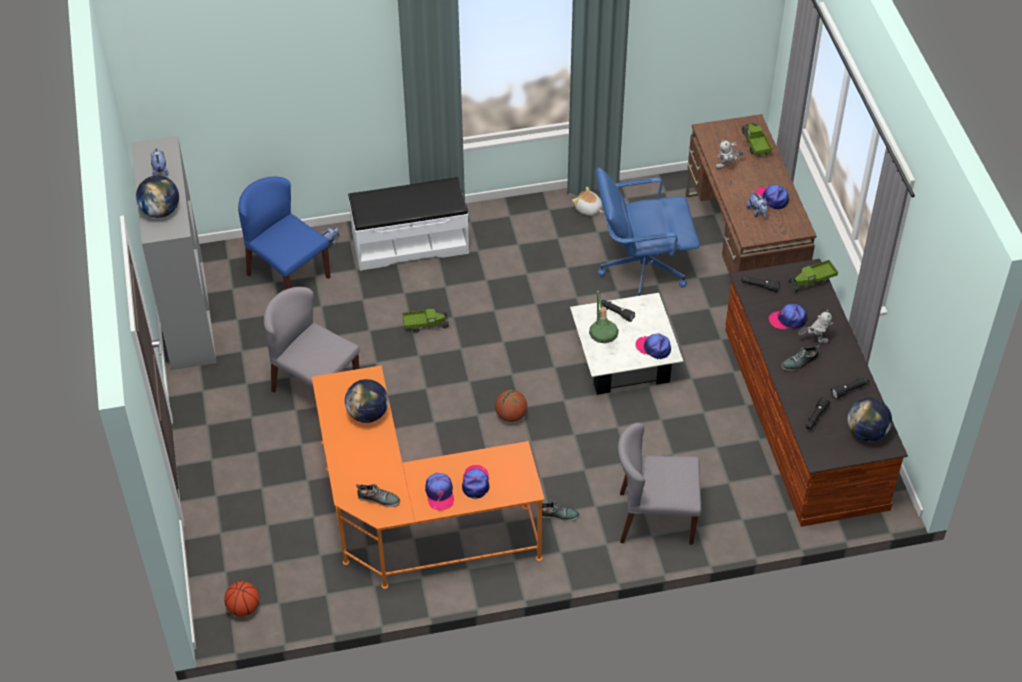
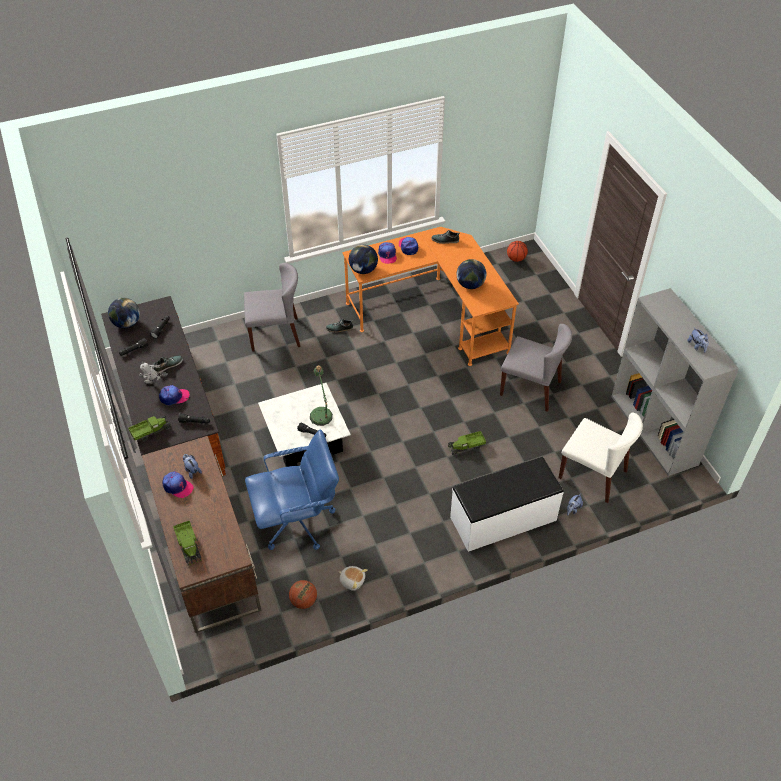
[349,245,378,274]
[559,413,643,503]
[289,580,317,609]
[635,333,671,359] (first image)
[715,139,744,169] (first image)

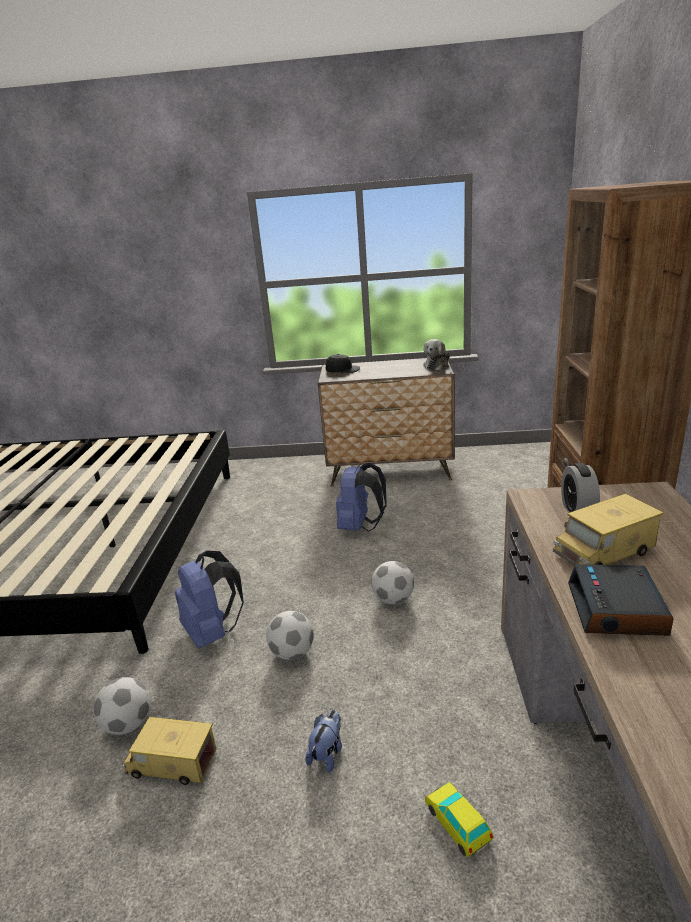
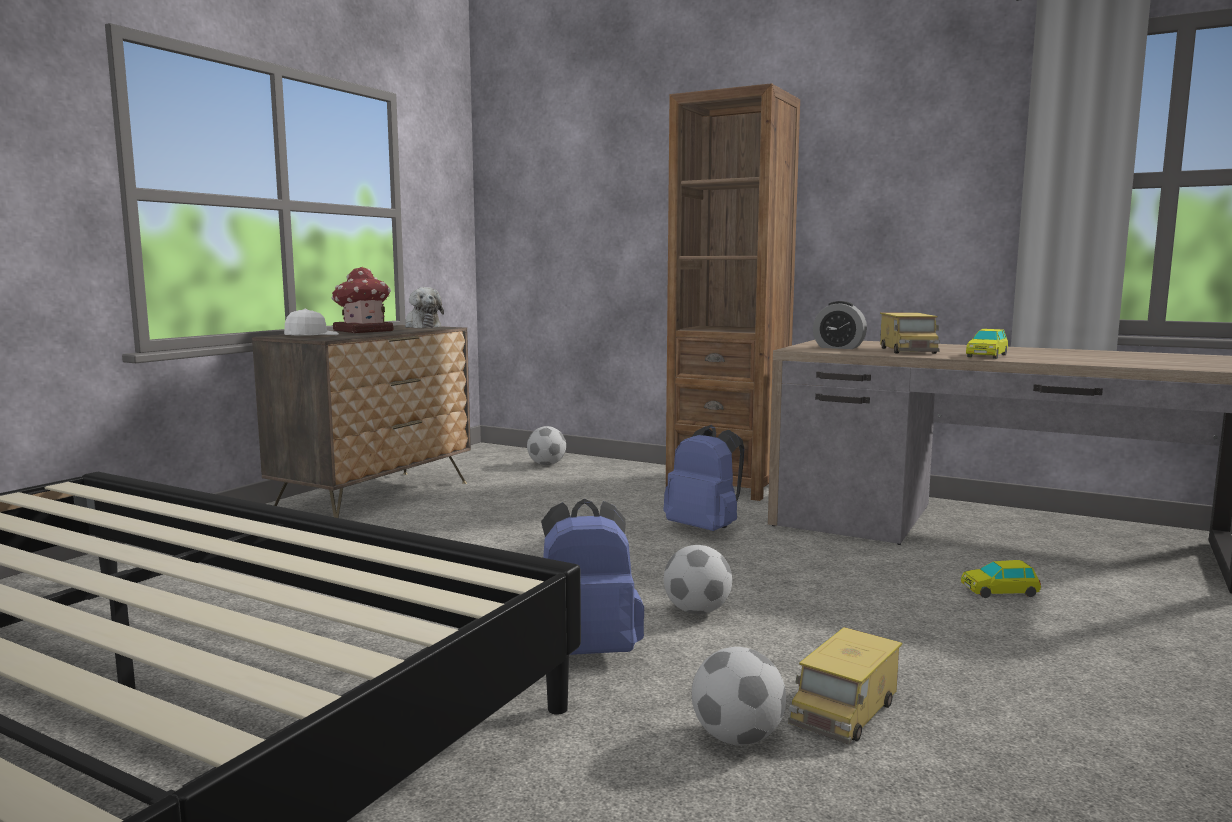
[305,710,342,773] (first image)
[284,309,339,335]
[663,425,744,531]
[527,426,566,465]
[966,329,1008,359]
[332,267,394,333]

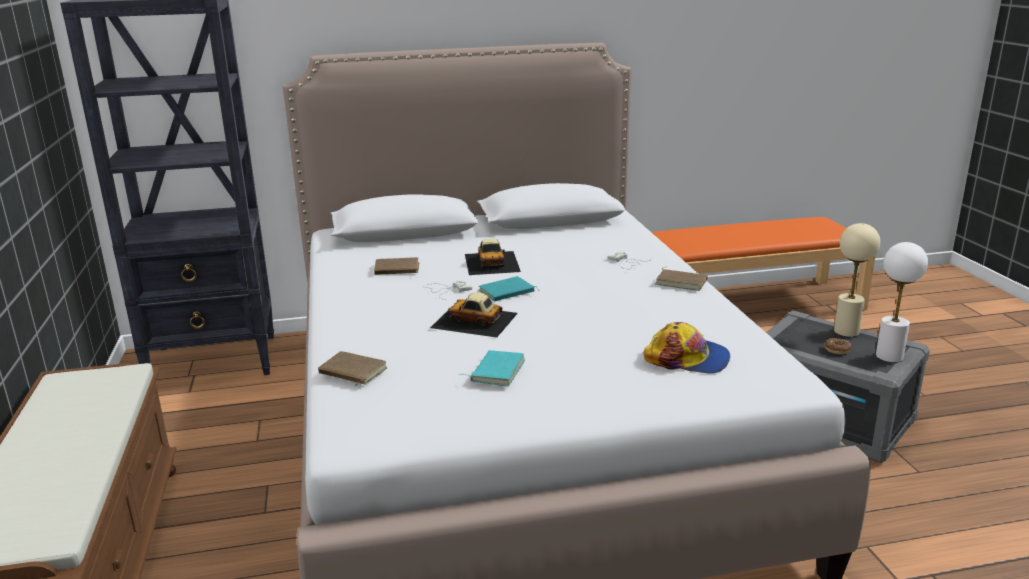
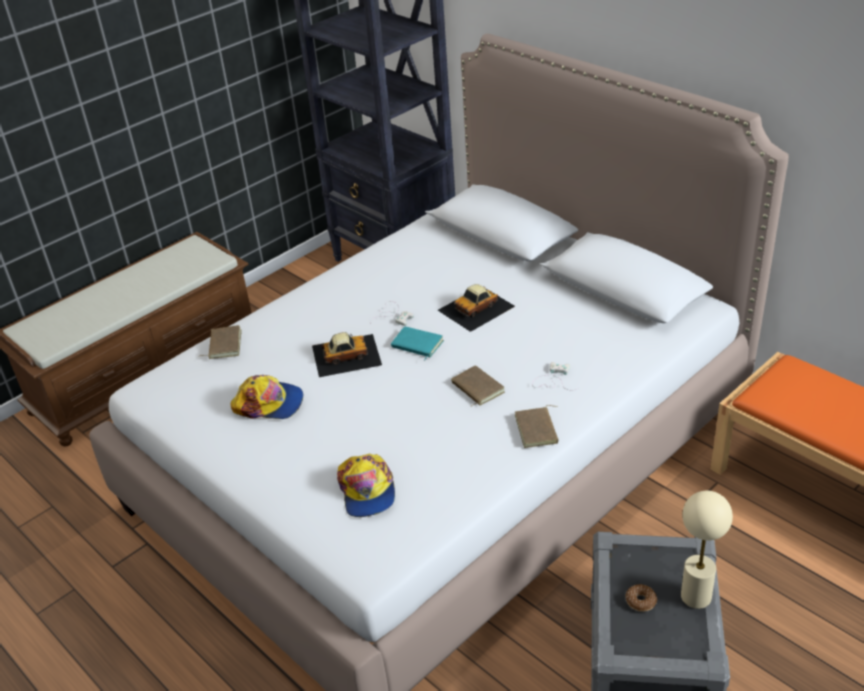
[451,365,505,407]
[312,332,382,377]
[230,375,303,419]
[876,242,928,363] (first image)

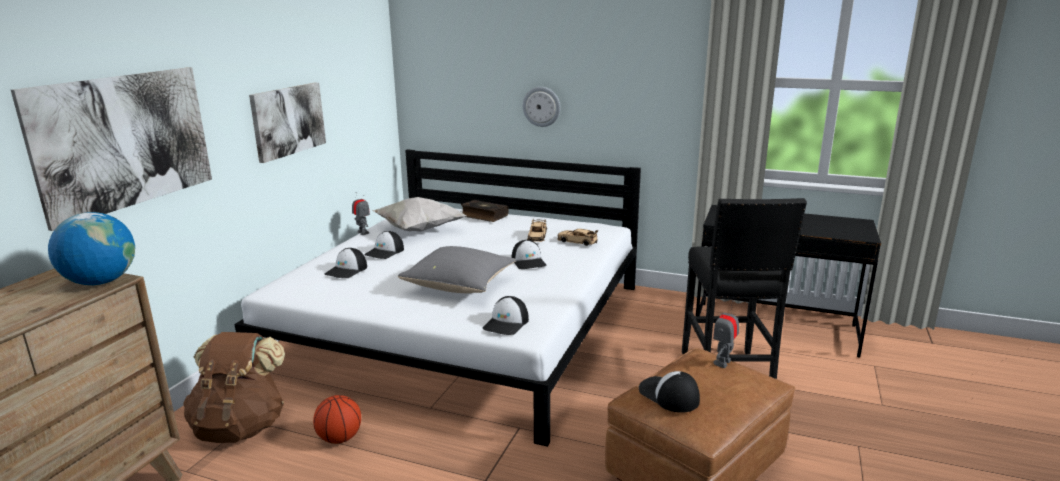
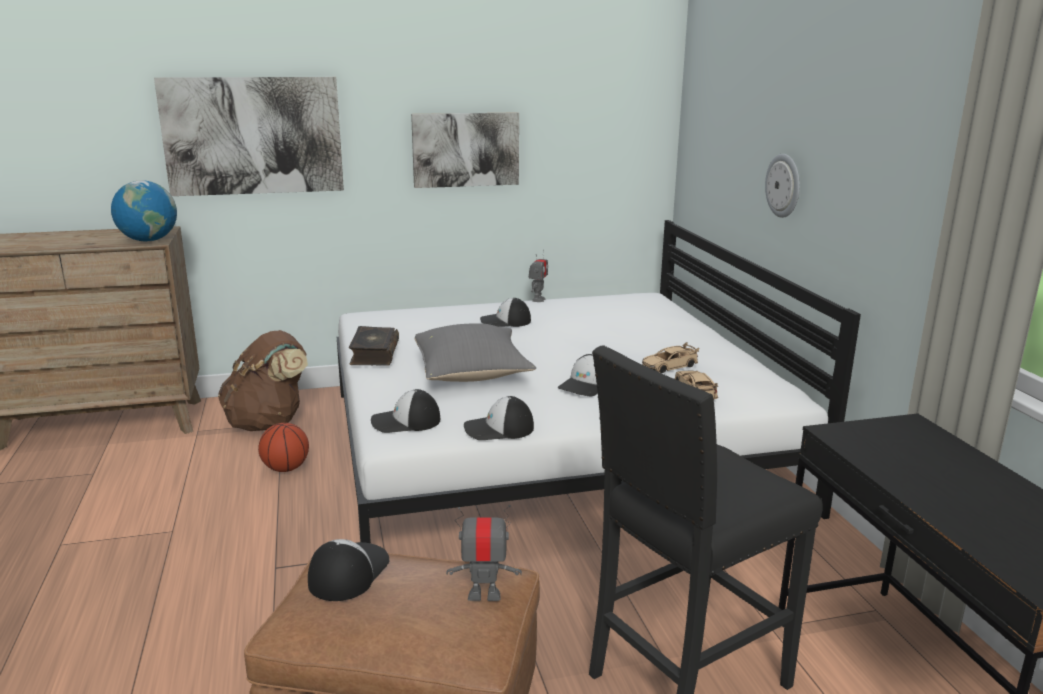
[464,396,534,440]
[372,197,466,232] (first image)
[349,326,399,366]

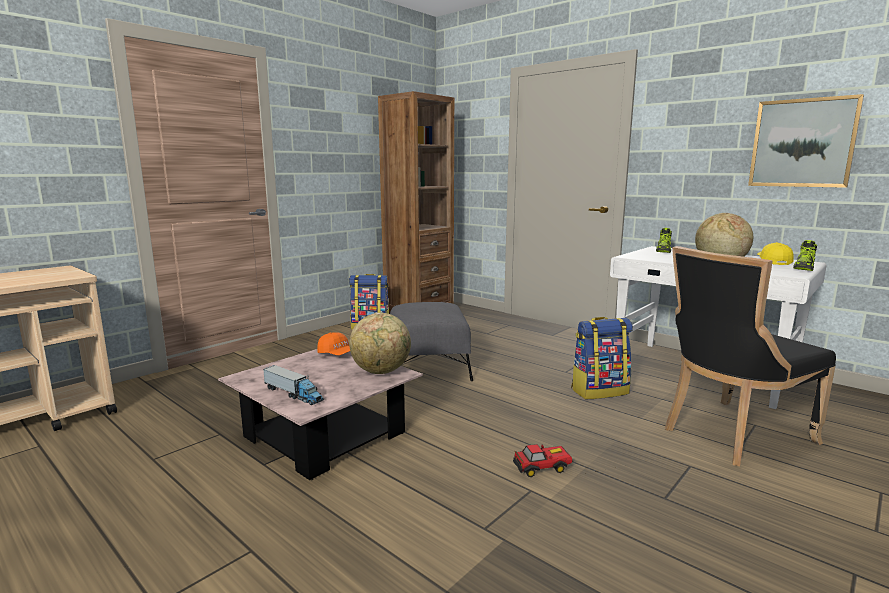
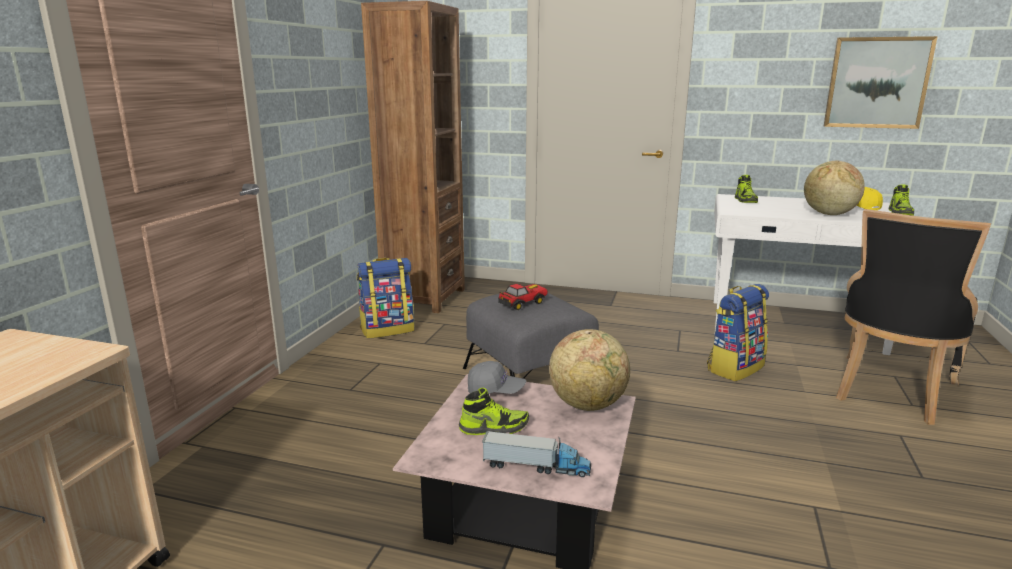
[468,361,526,394]
[498,284,548,310]
[459,388,529,435]

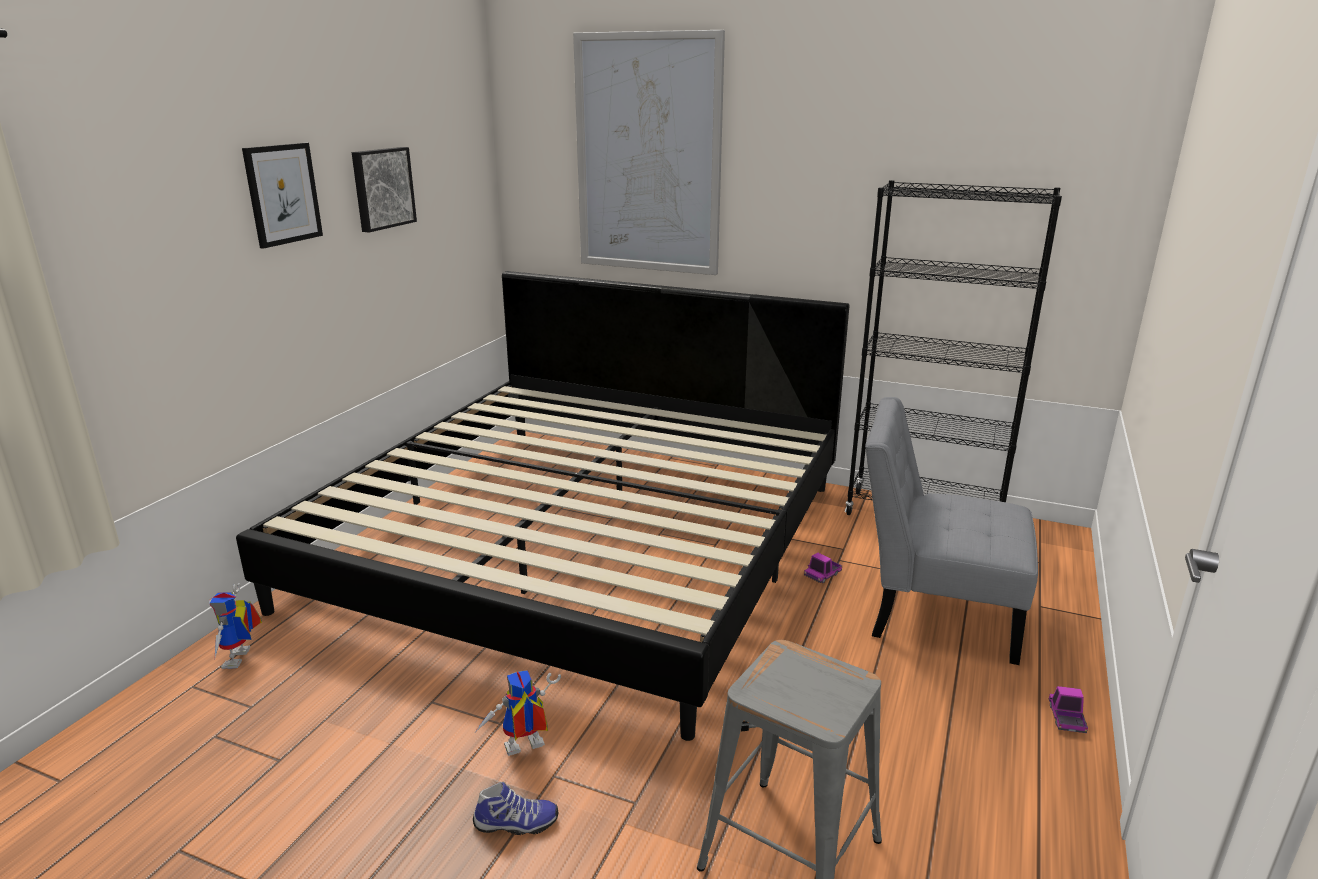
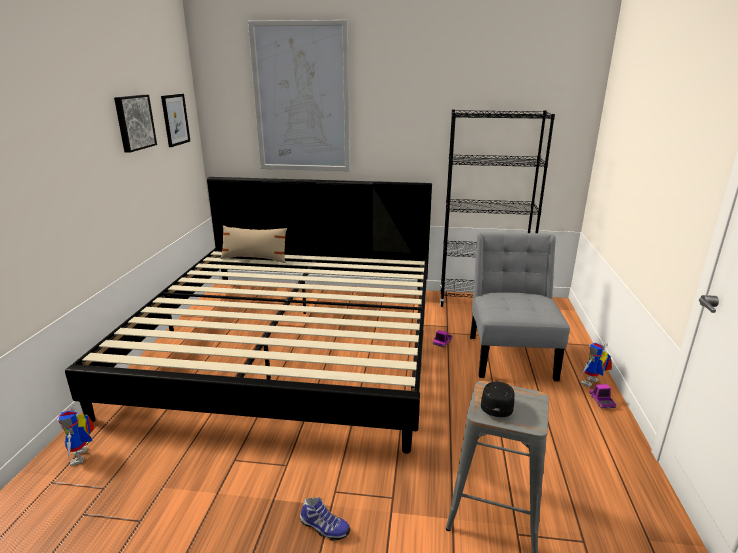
[161,94,190,147]
[300,497,351,541]
[580,342,612,387]
[470,232,570,381]
[220,225,287,263]
[481,382,515,417]

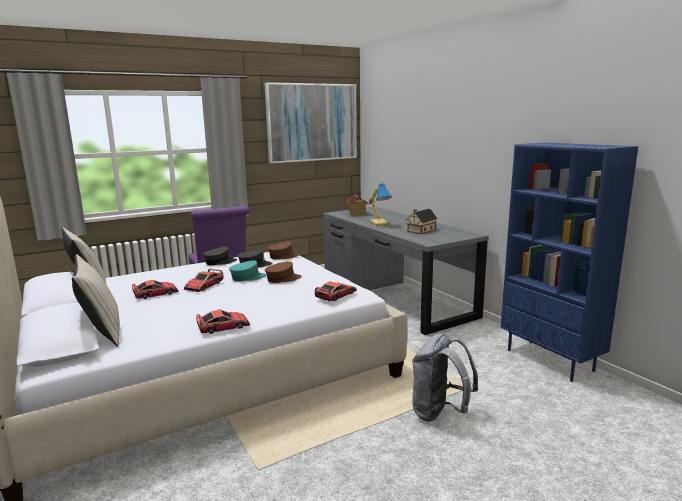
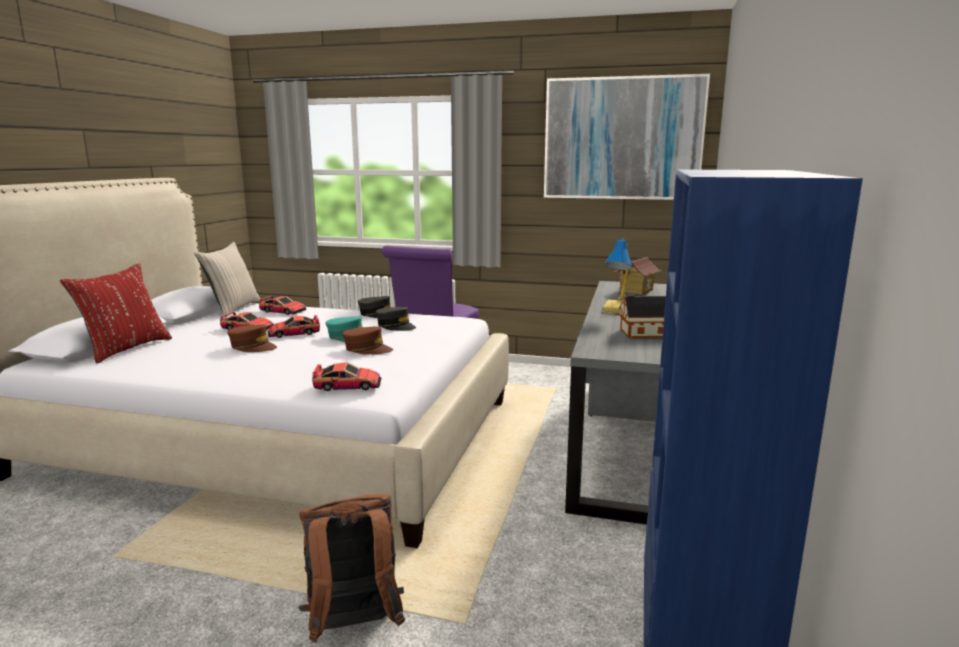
[60,263,172,363]
[259,296,307,315]
[227,325,277,352]
[298,494,405,643]

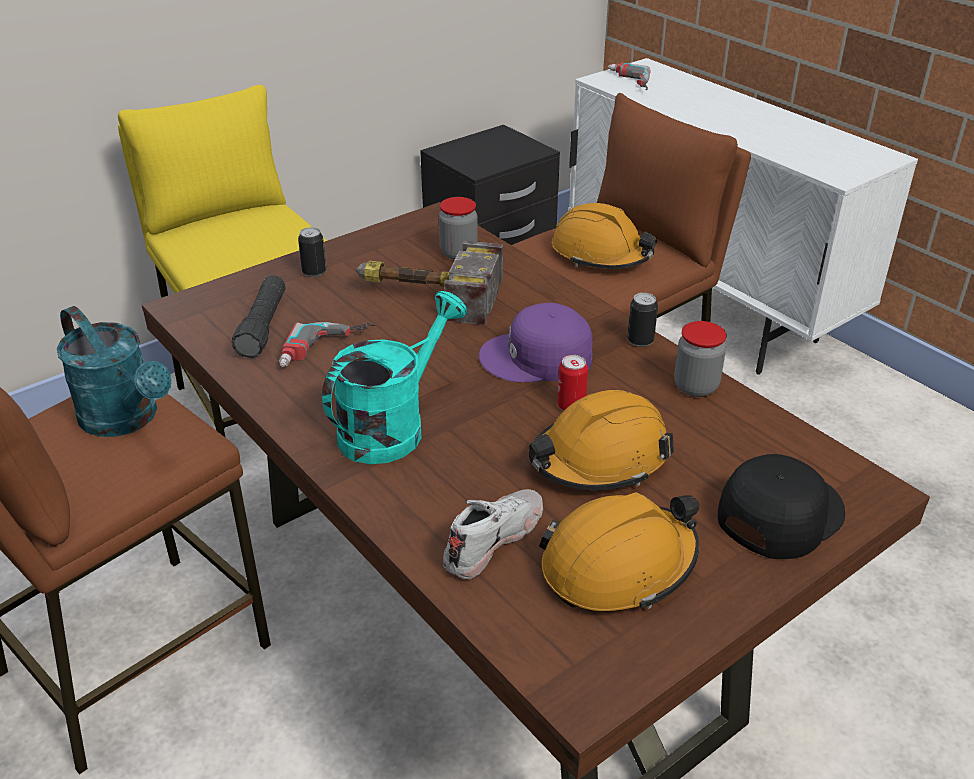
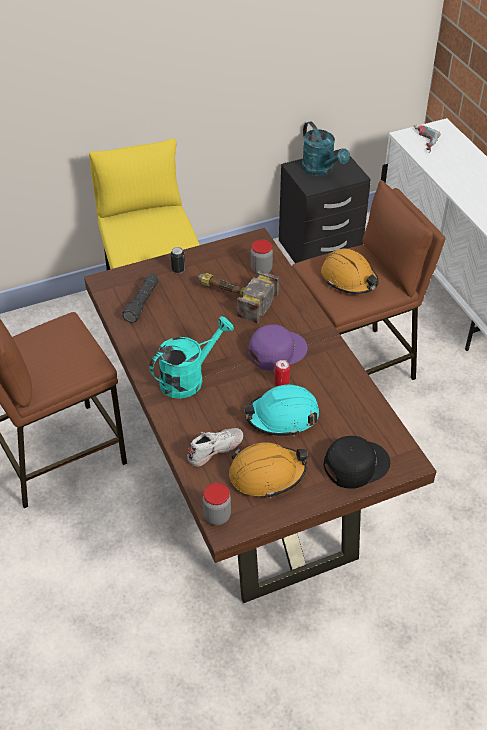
[302,121,350,176]
[279,322,375,367] (first image)
[248,324,308,371]
[244,385,319,436]
[627,293,658,347] (first image)
[203,483,231,525]

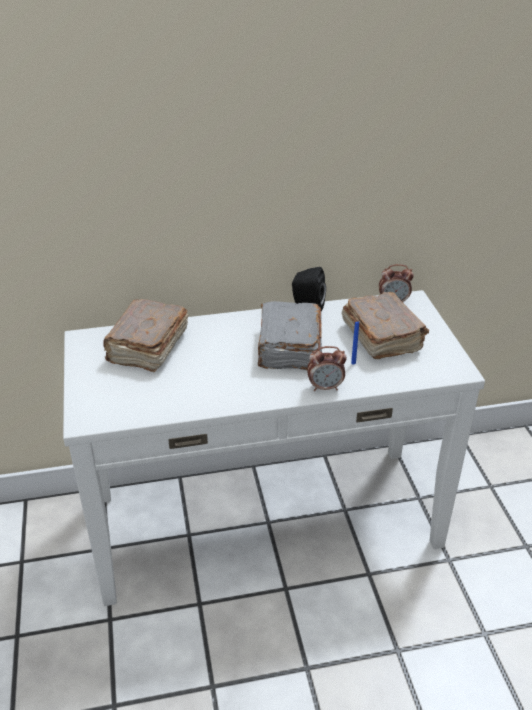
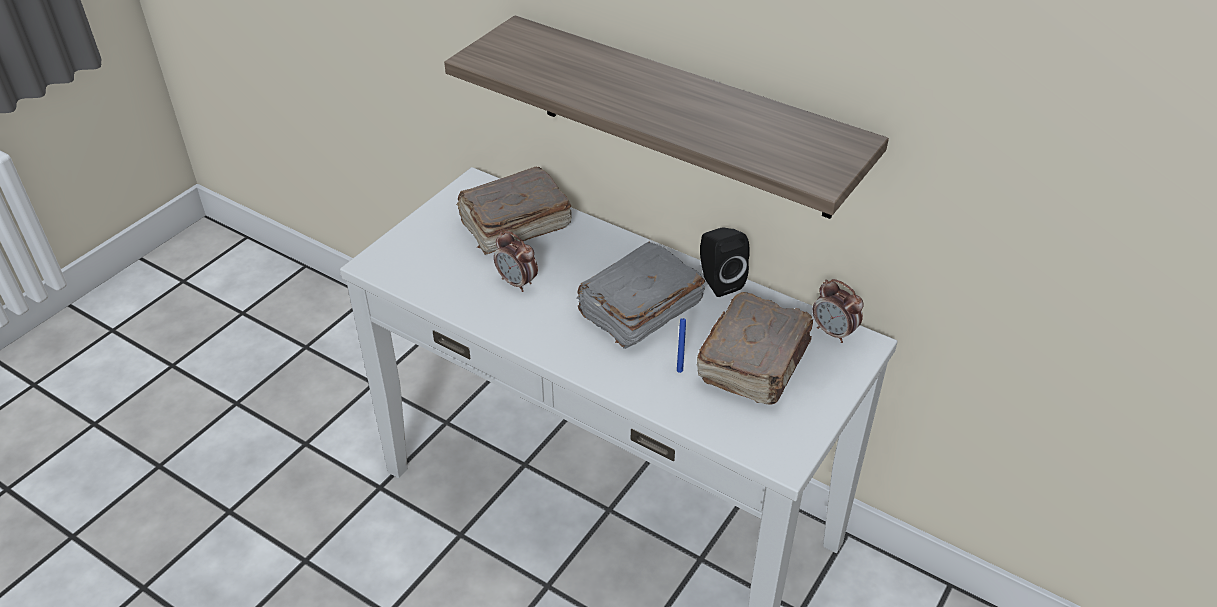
[494,231,538,292]
[444,15,889,219]

